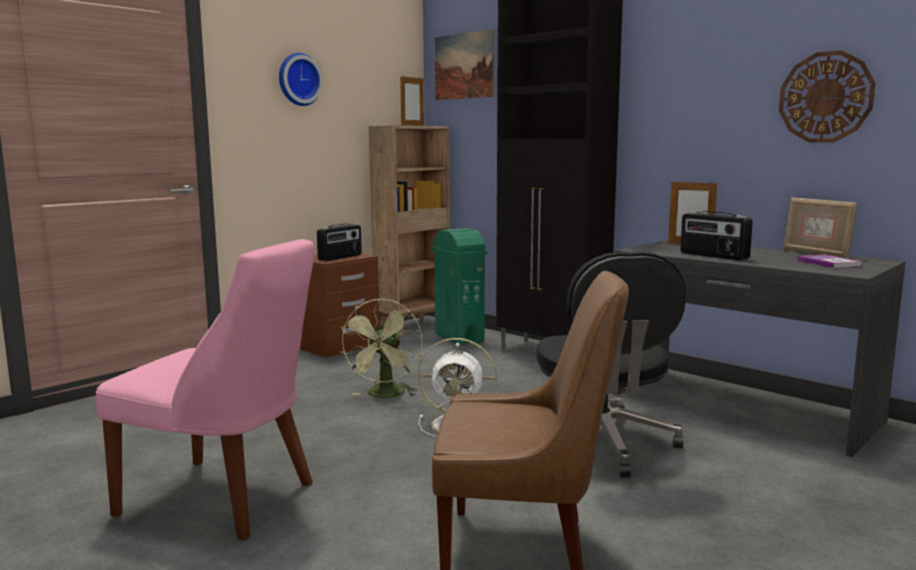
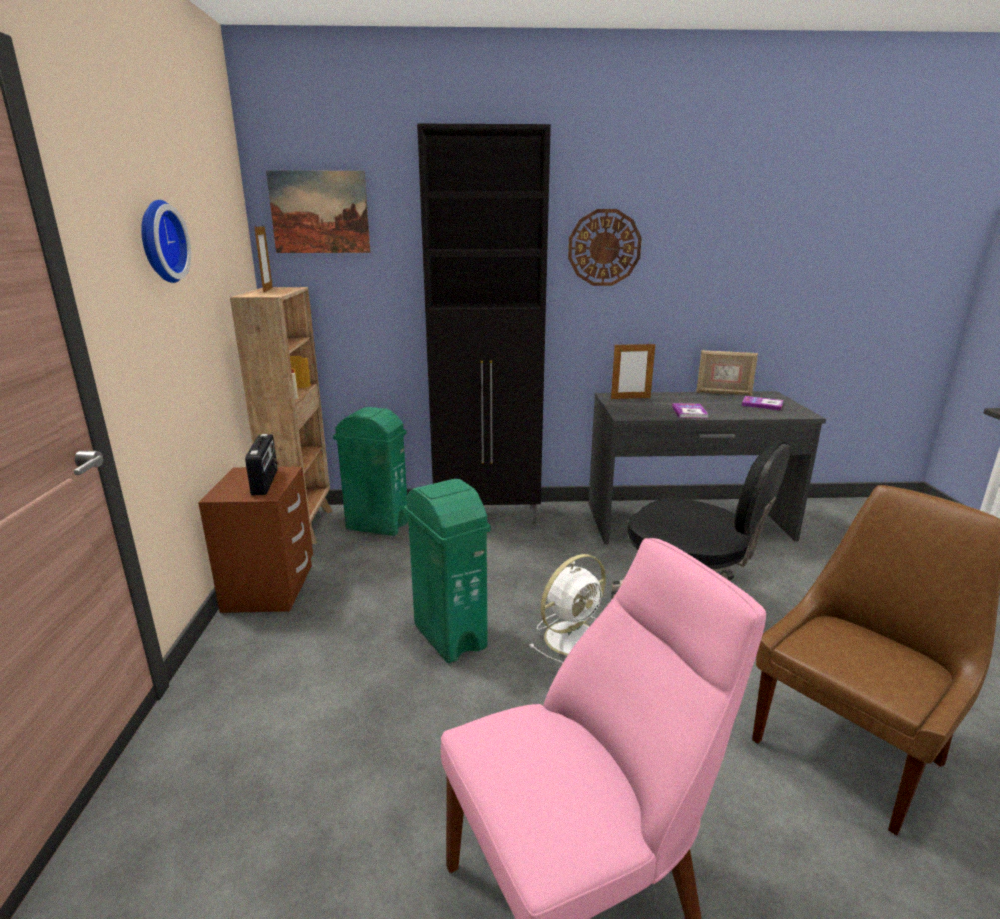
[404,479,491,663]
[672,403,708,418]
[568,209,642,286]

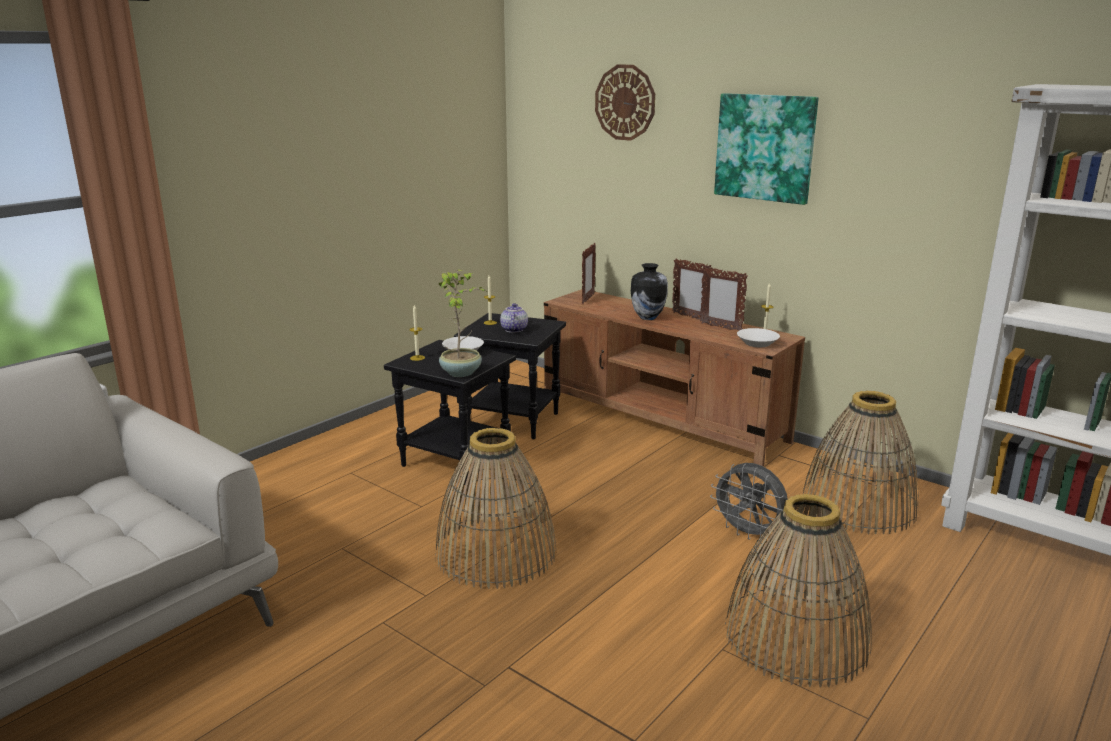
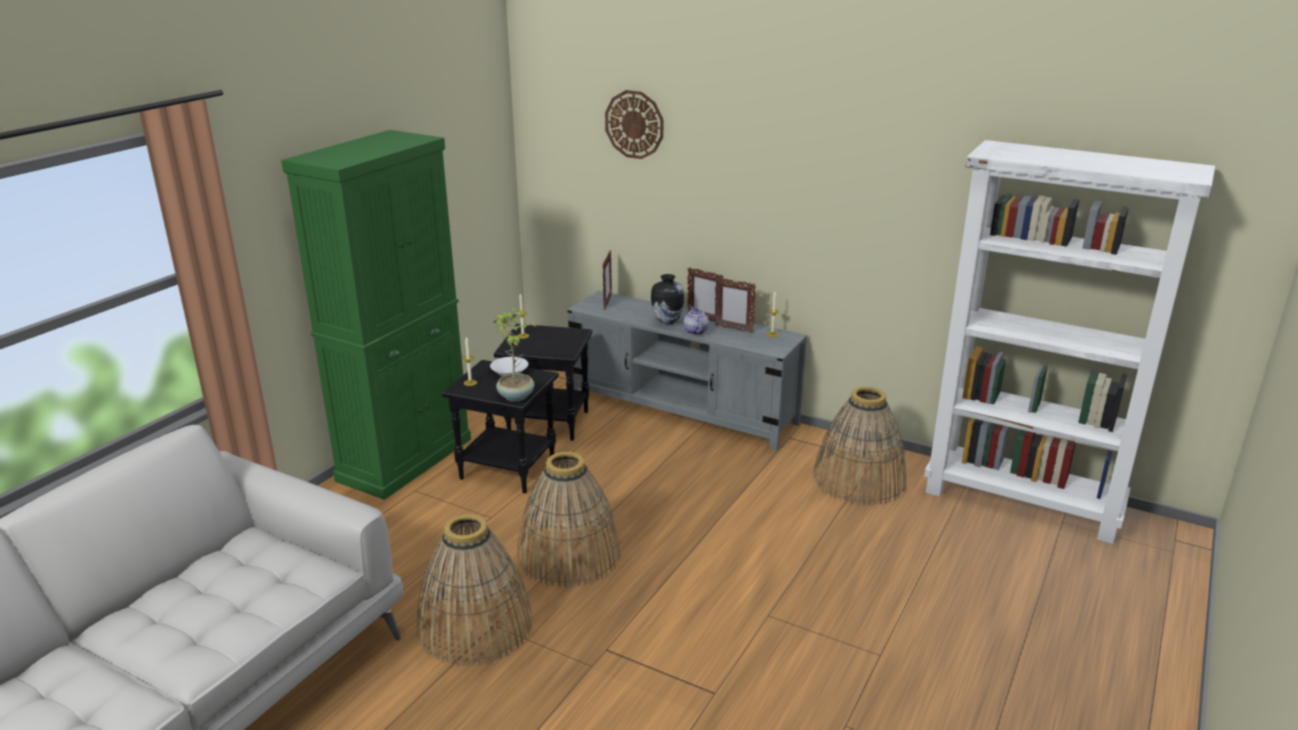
[683,307,709,335]
[567,291,807,451]
[710,463,788,540] (first image)
[714,93,818,205] (first image)
[417,514,533,667]
[737,328,780,347] (first image)
[281,130,471,500]

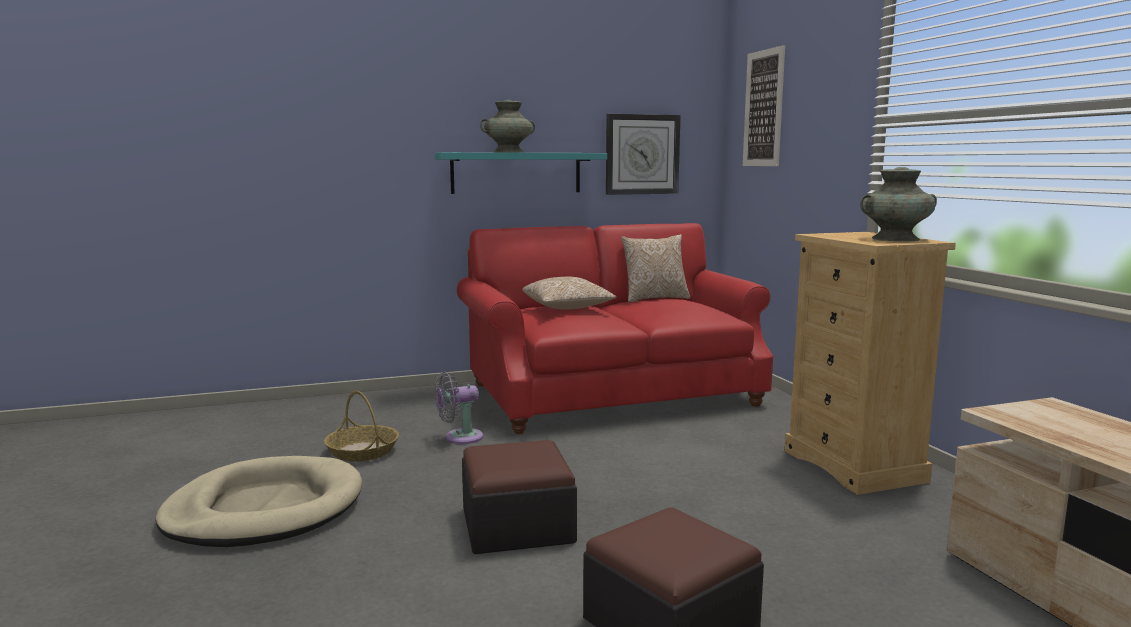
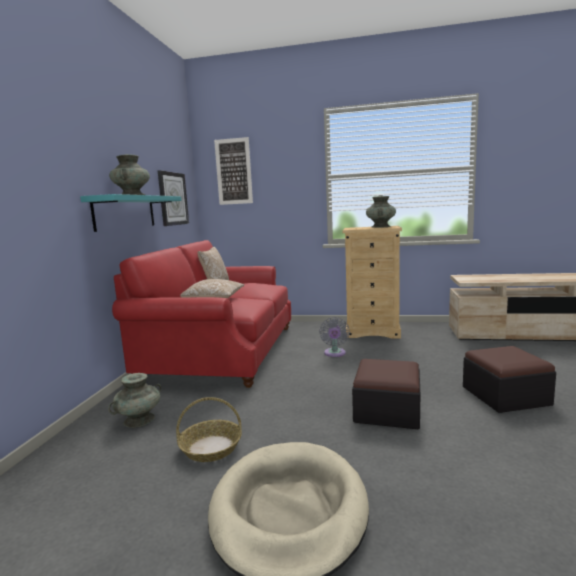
[319,317,350,357]
[108,373,161,428]

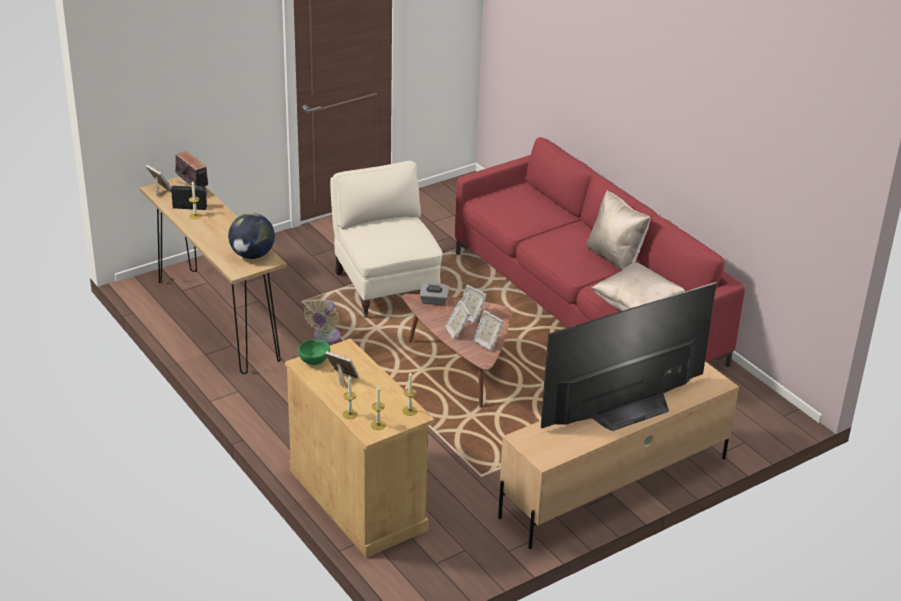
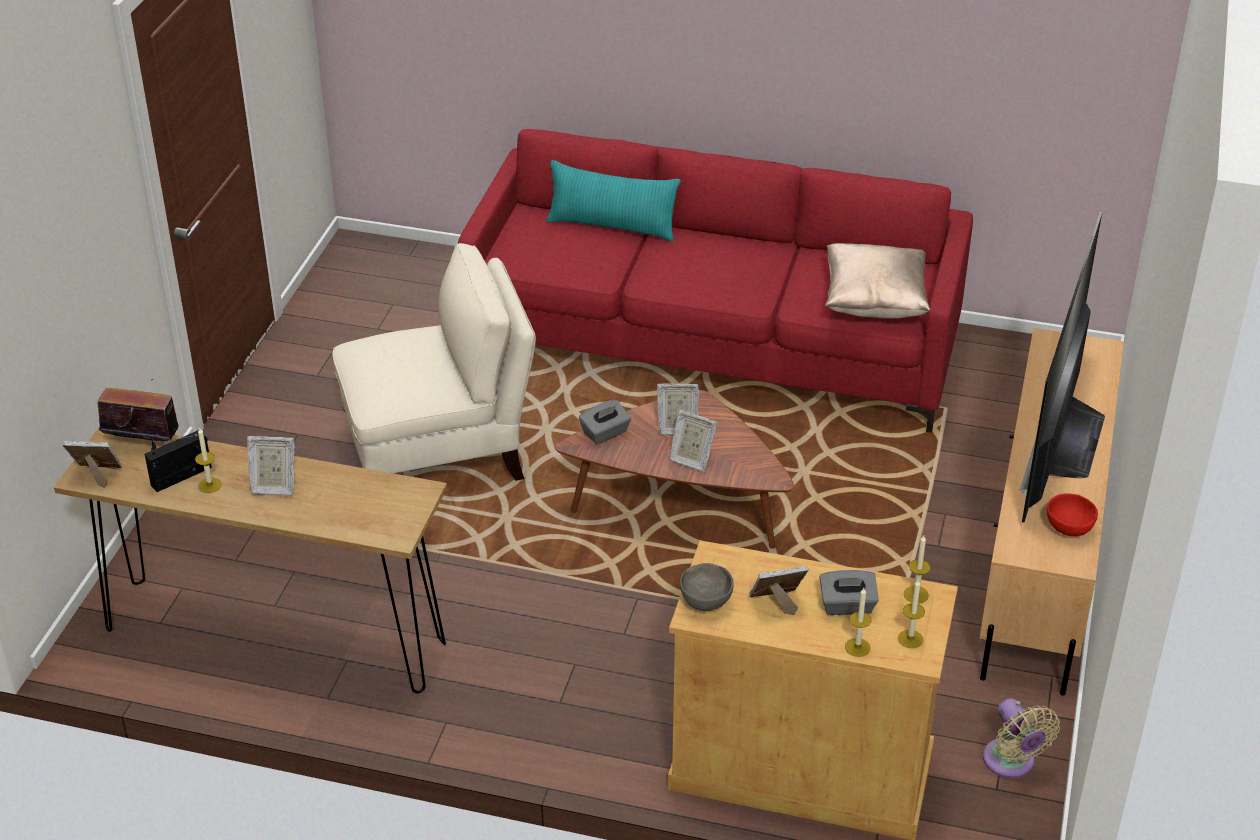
[228,213,275,259] (first image)
[680,563,734,611]
[983,698,1060,778]
[332,243,536,481]
[247,436,295,496]
[586,190,651,271] (first image)
[546,160,681,242]
[819,570,879,615]
[1047,493,1098,536]

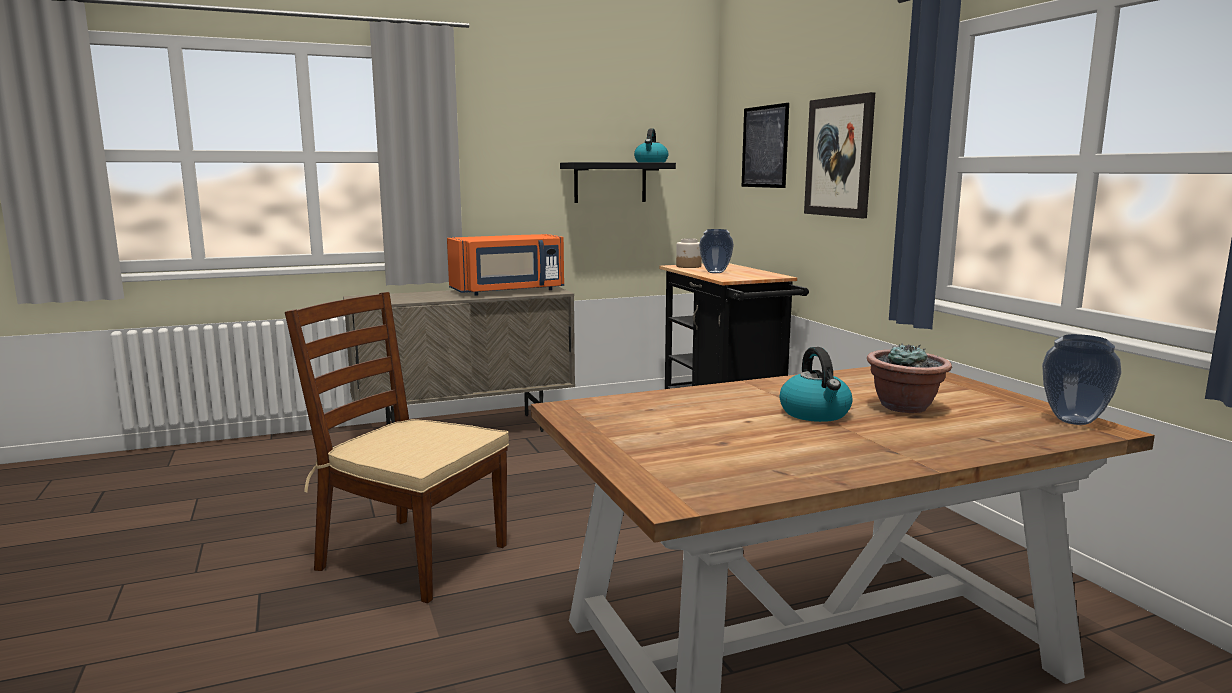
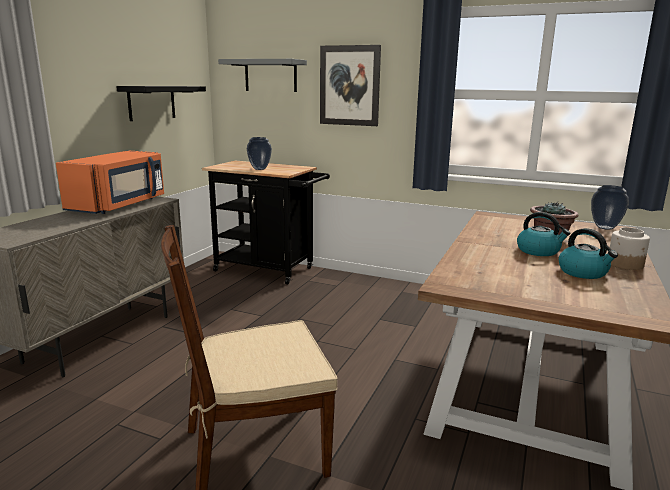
[559,228,618,279]
[610,227,650,270]
[218,59,307,92]

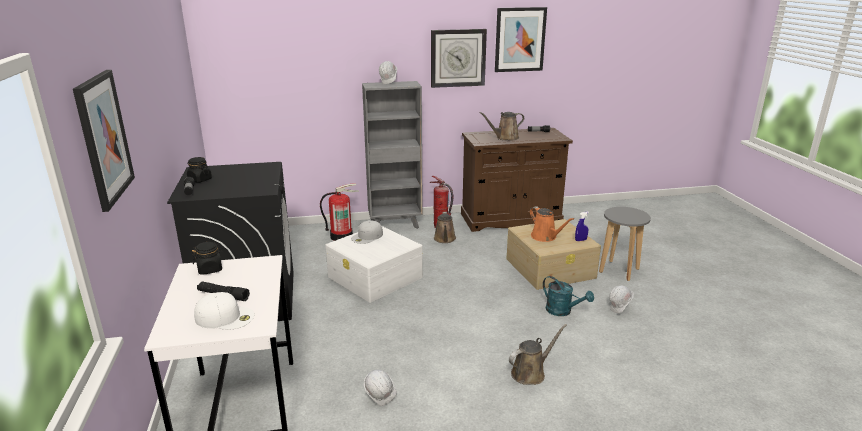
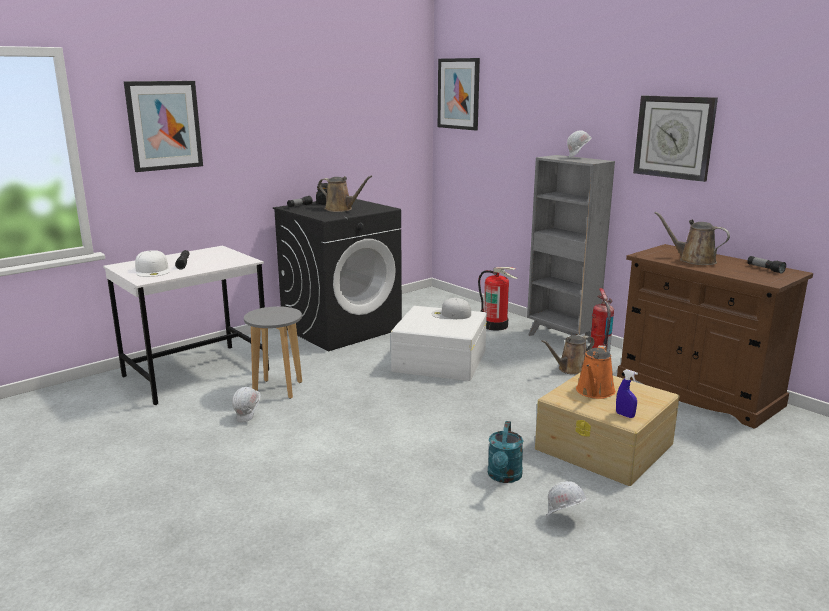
[192,242,223,275] (first image)
[438,58,480,130]
[318,176,372,212]
[244,306,302,399]

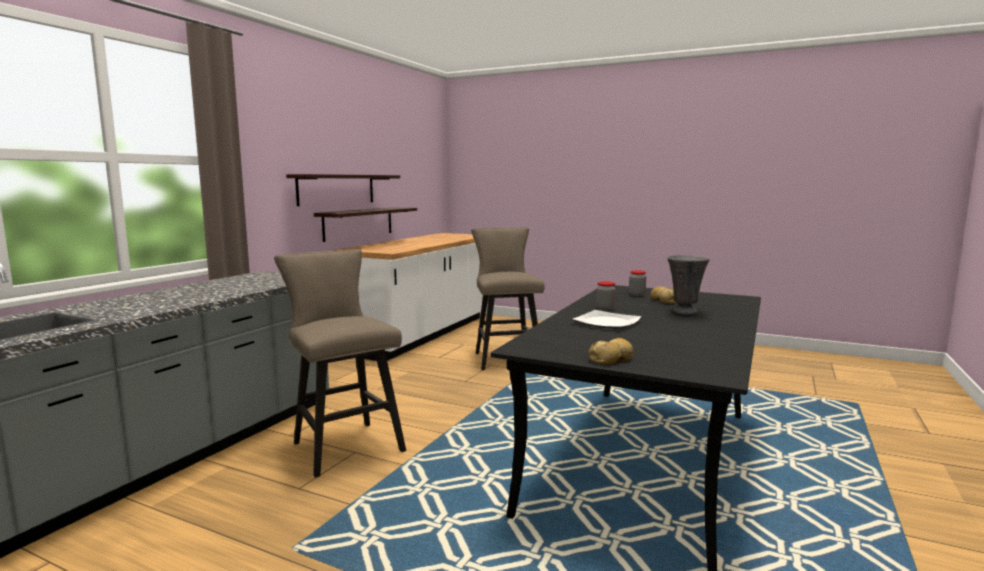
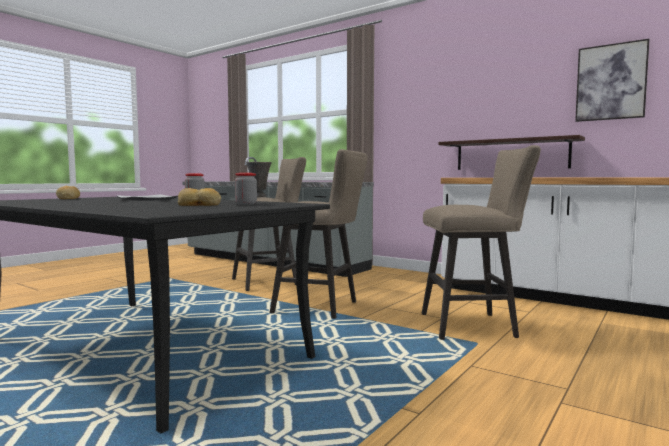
[286,174,400,206] (first image)
[246,162,272,197]
[270,149,368,319]
[575,39,650,122]

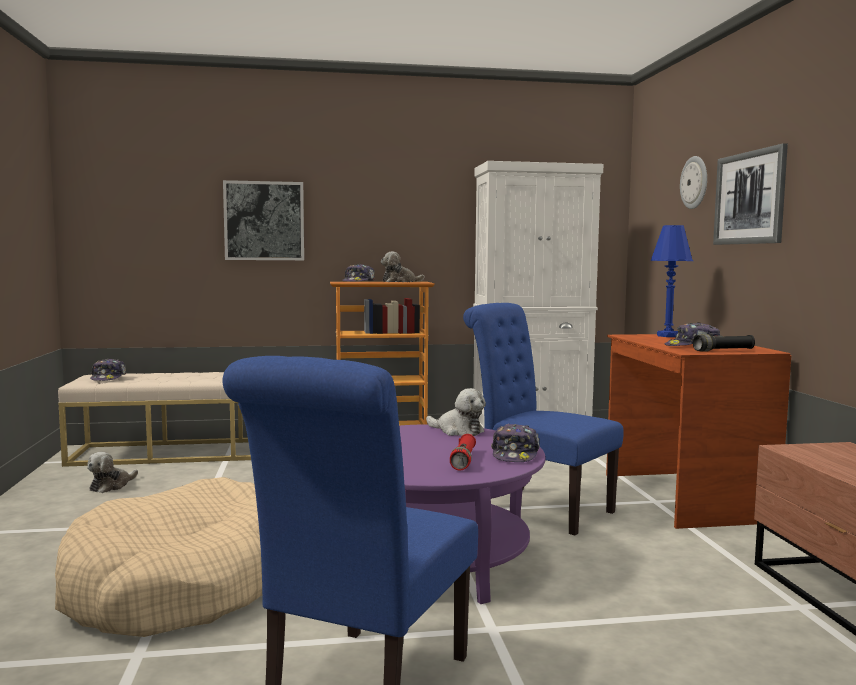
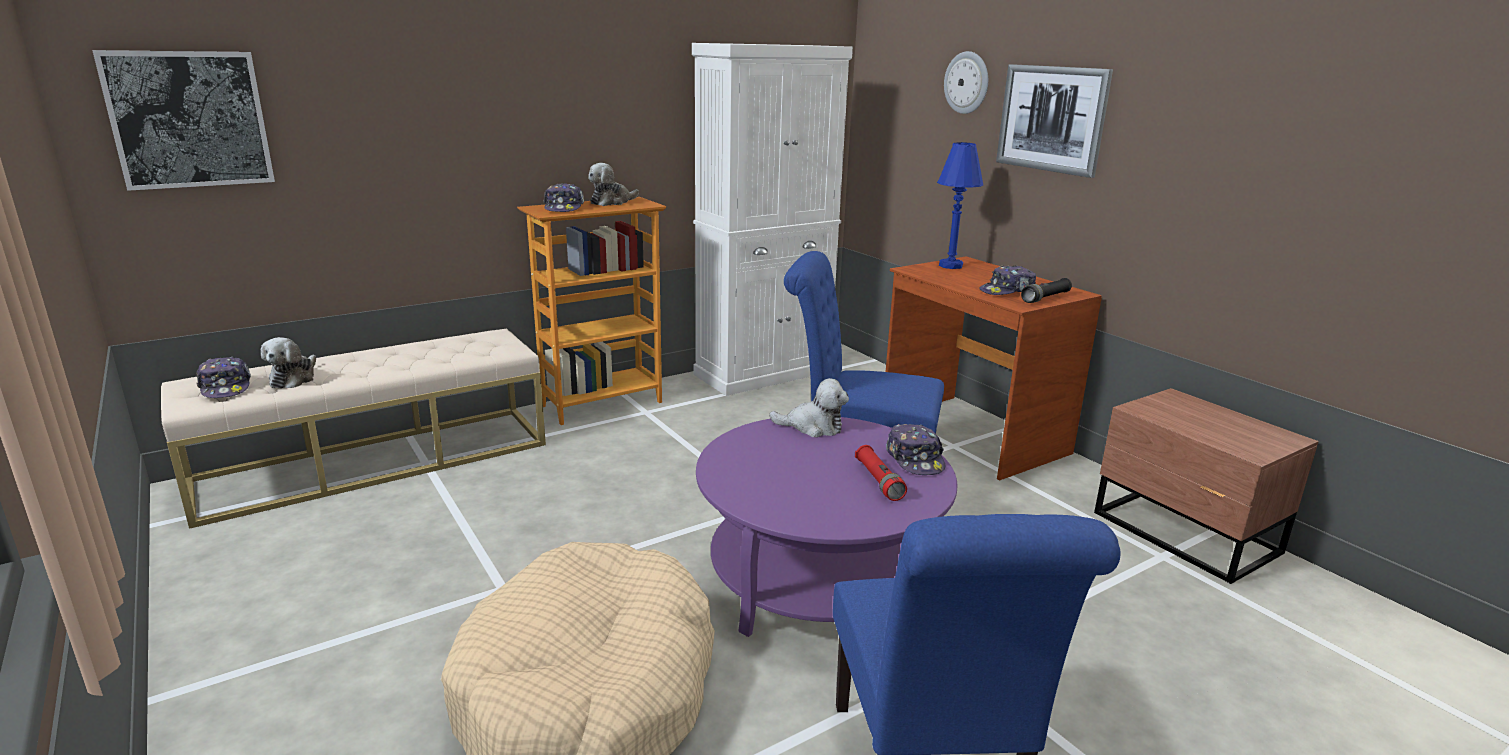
[261,337,316,388]
[92,50,275,191]

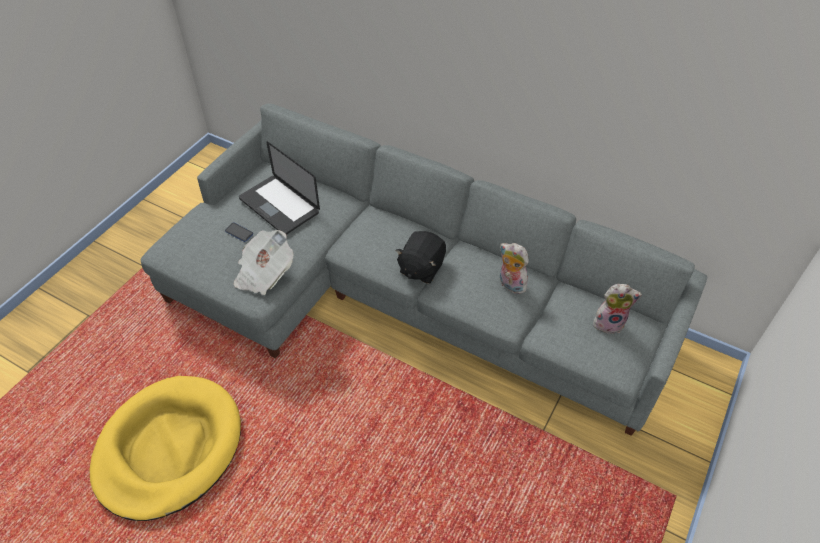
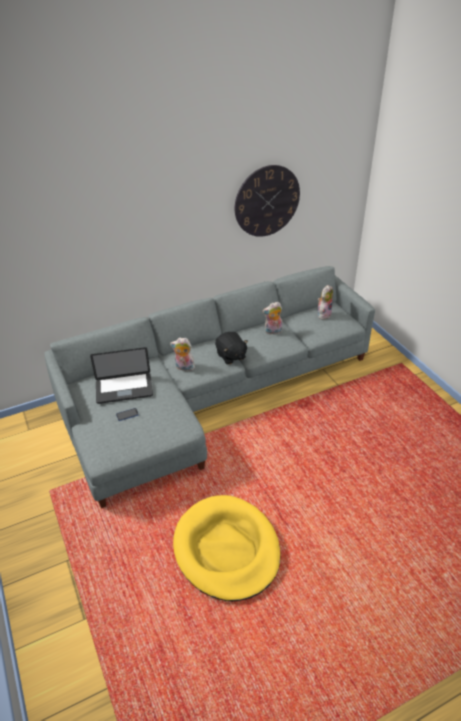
[234,230,293,295] (first image)
[170,338,195,372]
[235,165,300,237]

